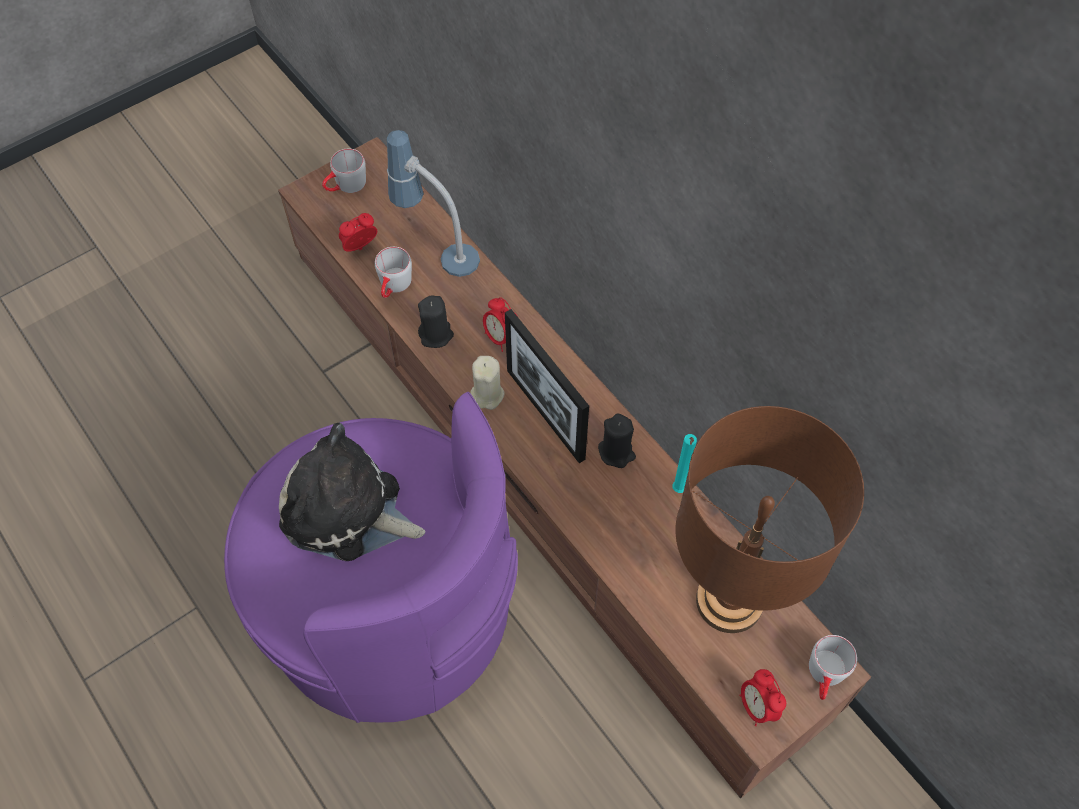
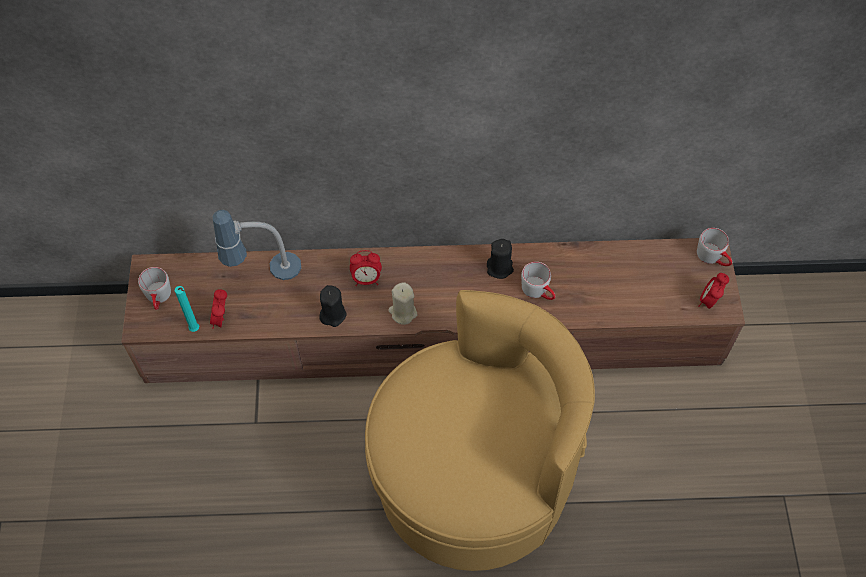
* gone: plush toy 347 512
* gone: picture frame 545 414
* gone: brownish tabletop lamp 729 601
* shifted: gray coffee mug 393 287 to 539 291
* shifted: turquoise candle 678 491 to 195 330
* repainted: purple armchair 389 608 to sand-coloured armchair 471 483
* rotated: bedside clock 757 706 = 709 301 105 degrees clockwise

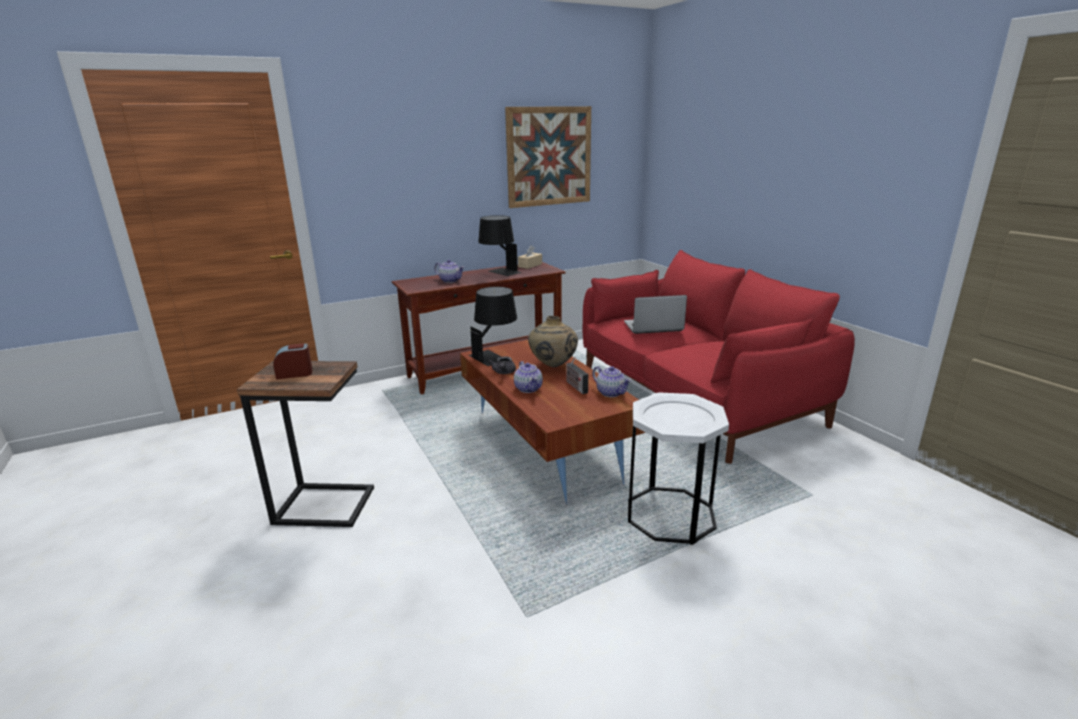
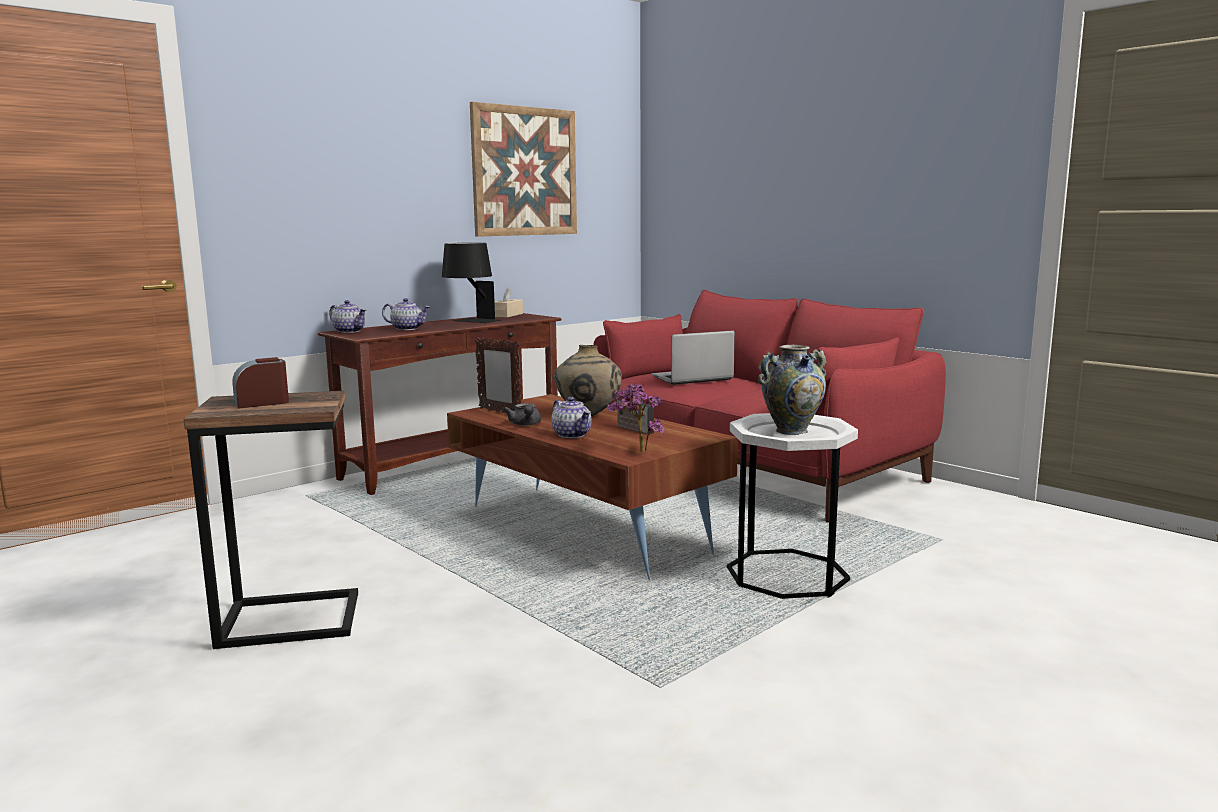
* new: houseplant 637 451
* new: decorative vase 791 431
* shifted: tea pot 611 393 to 350 331
* swapped: black-coloured tabletop lamp 495 355 to picture frame 499 412

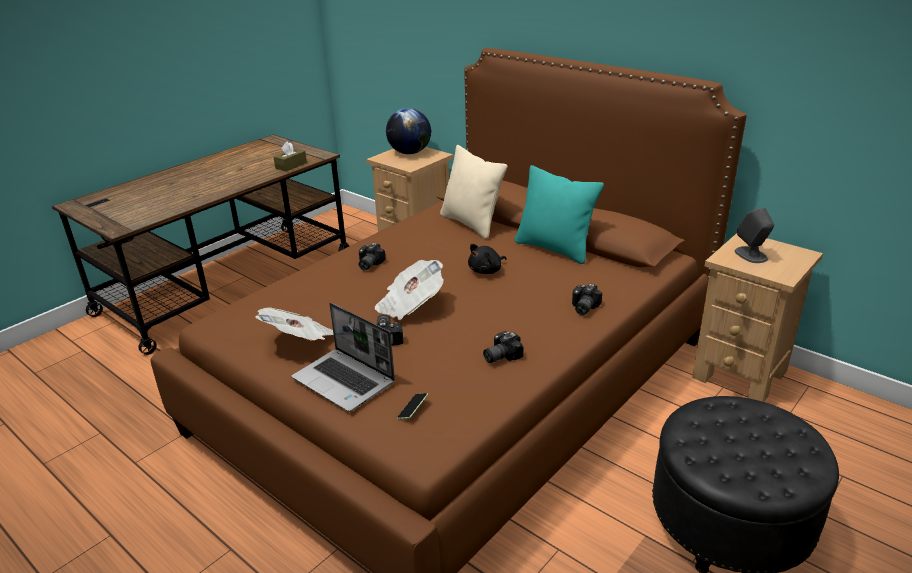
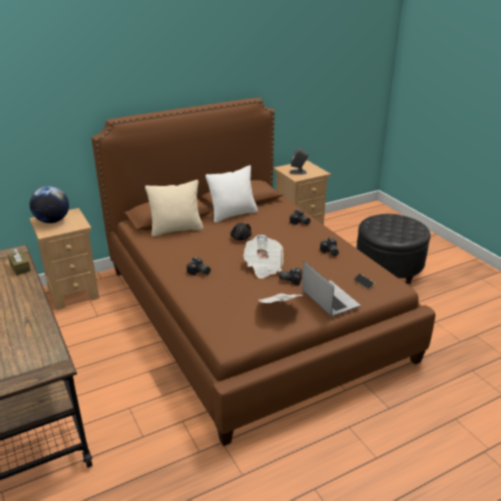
* repainted: turquoise cushion 554 248 to whitish cushion 233 214
* rotated: portable computer 345 381 = 329 299 90 degrees counterclockwise

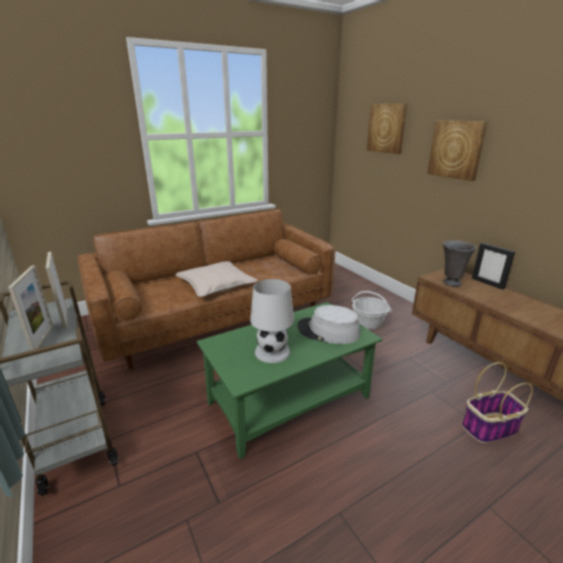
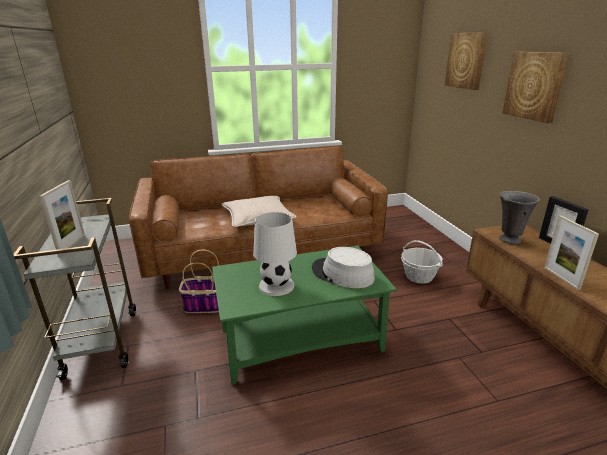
* shifted: picture frame 65 318 to 561 278
* shifted: basket 489 428 to 204 306

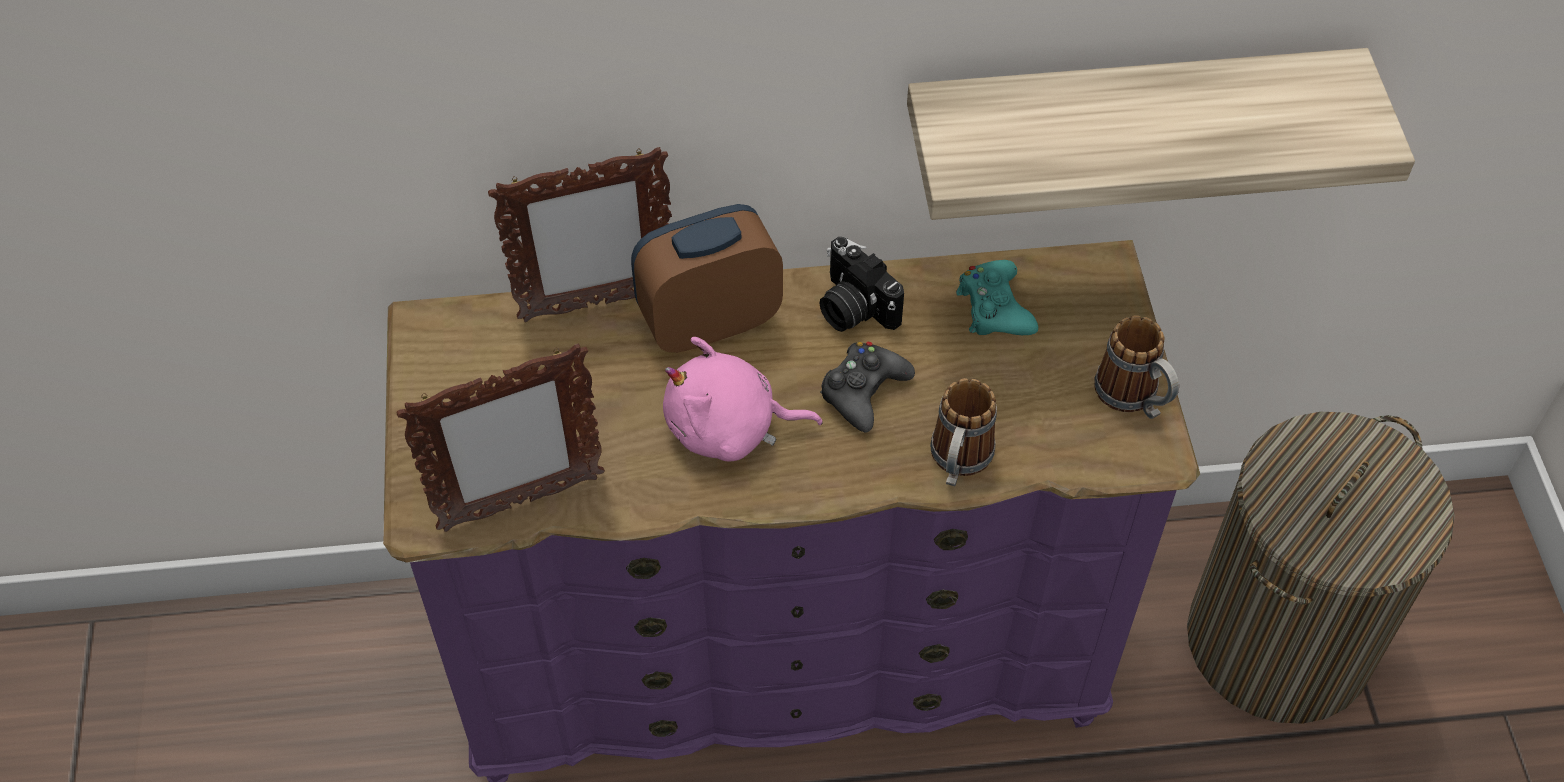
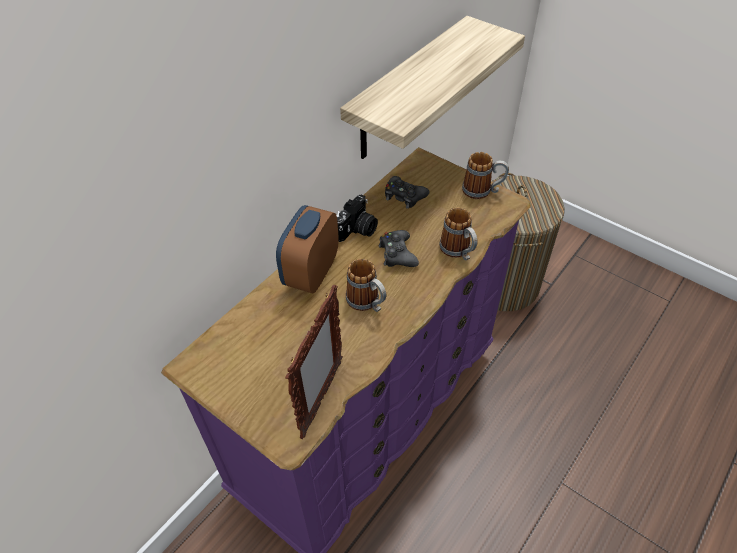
* gone: picture frame 596 304
* swapped: pink plush toy 729 429 to coffee mug 367 303
* repainted: turquoise joypad 994 308 to black-coloured joypad 404 196
* rotated: photo camera 852 308 = 357 230 60 degrees counterclockwise

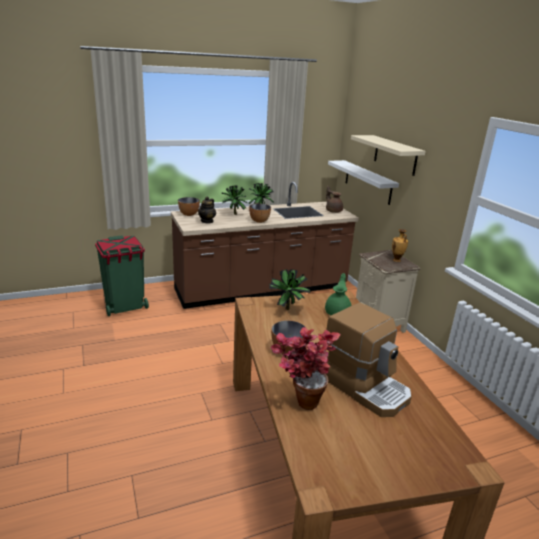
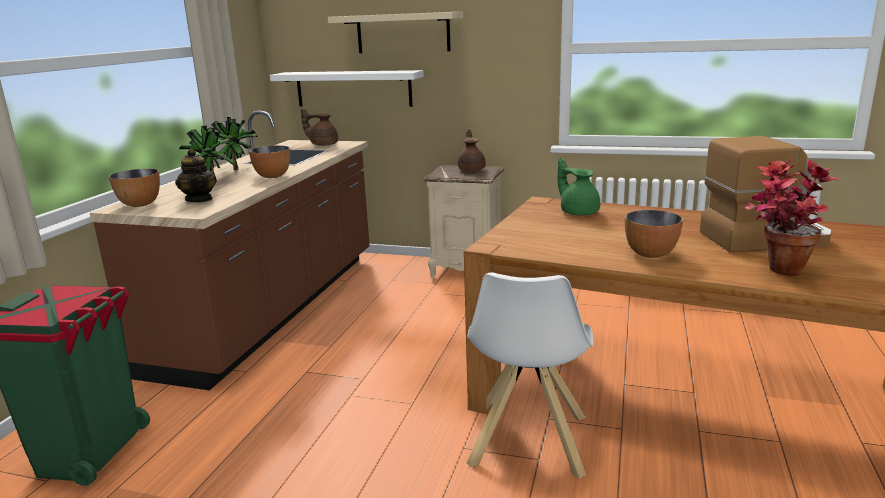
* gone: houseplant 289 310
* new: whitish chair 527 442
* swapped: decorative vase 396 260 to brownish tea pot 472 169

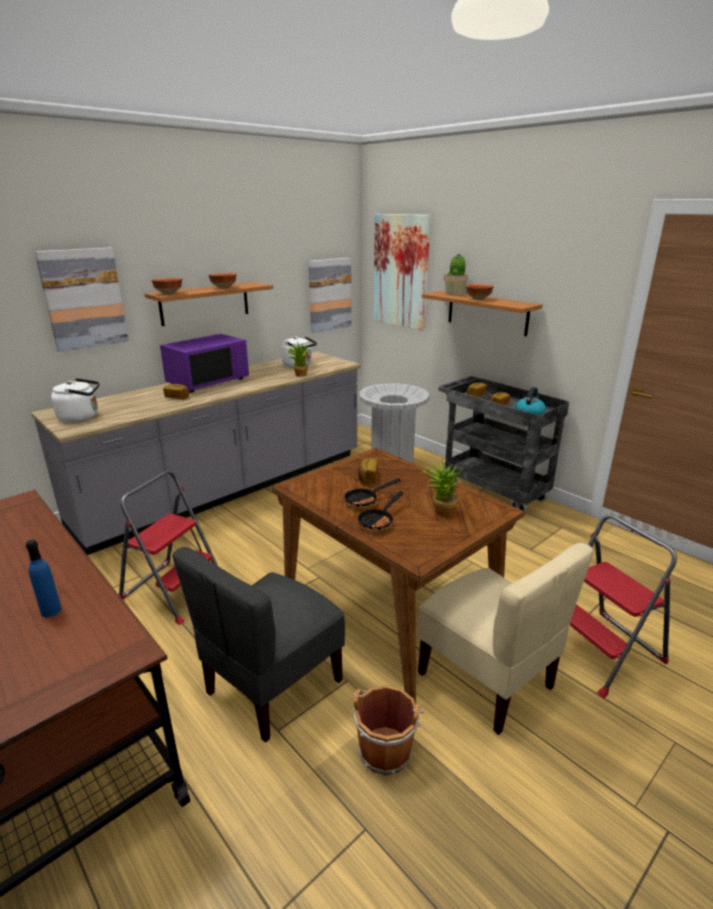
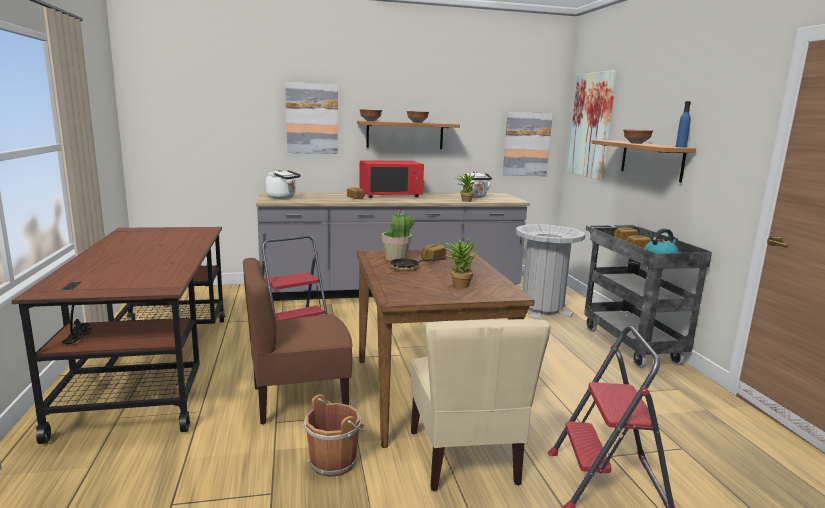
* gone: frying pan 379 522
* shifted: blue beverage bottle 51 610 to 680 147
* shifted: houseplant 454 294 to 396 258
* repainted: purple microwave oven 208 382 to red microwave oven 390 195
* repainted: gray chair 272 686 to brownish chair 298 399

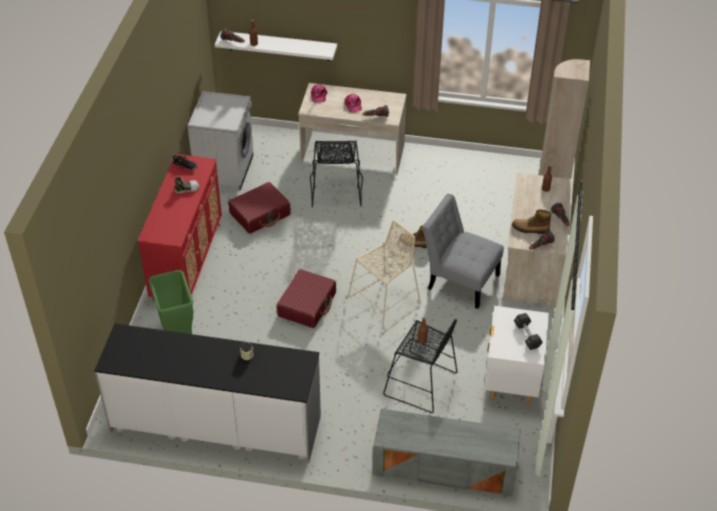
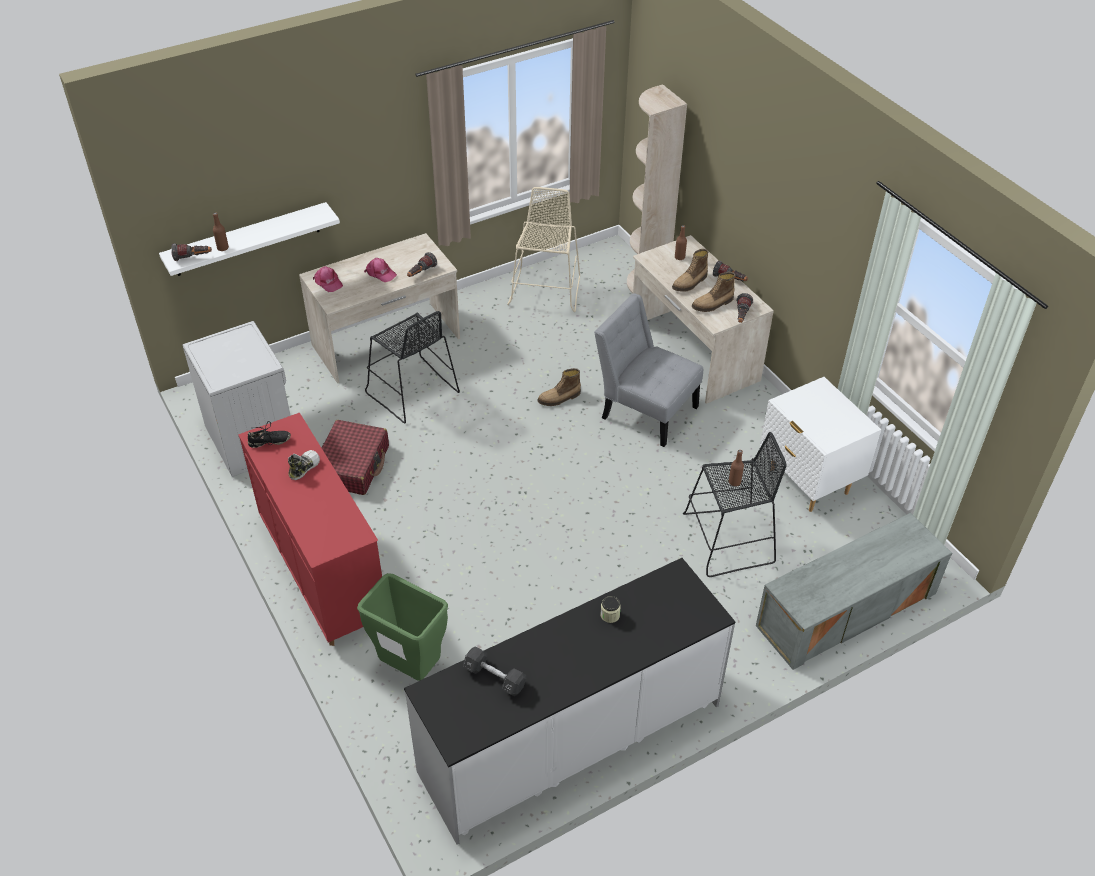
* gone: red suitcase 307 304
* new: tall boot 690 283
* shifted: sand-coloured stool 383 303 to 545 292
* shifted: black-coloured hand weight 527 336 to 494 677
* rotated: gray chair 460 280 = 645 410 45 degrees clockwise

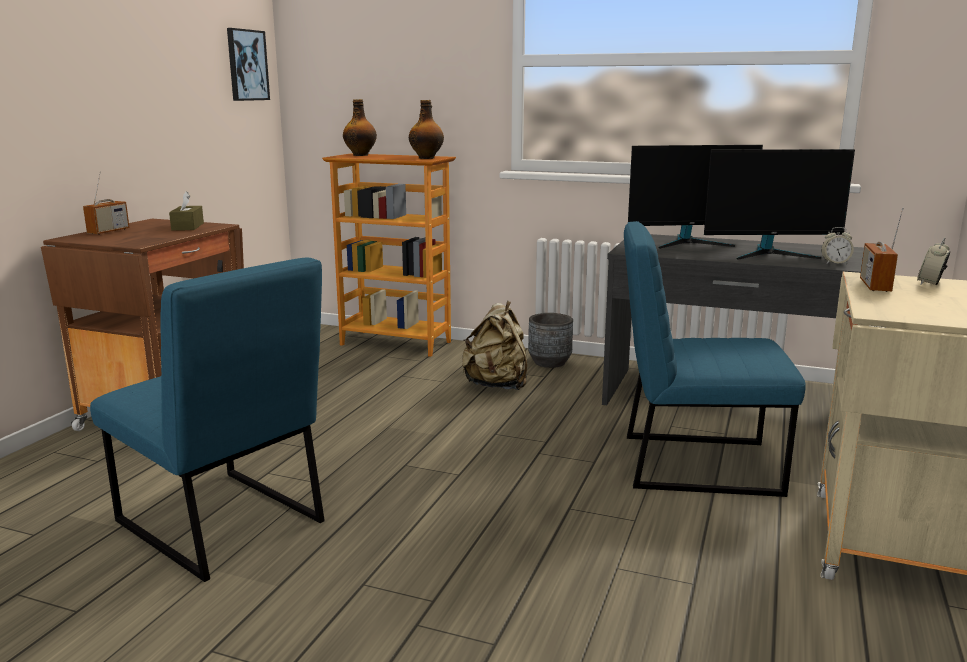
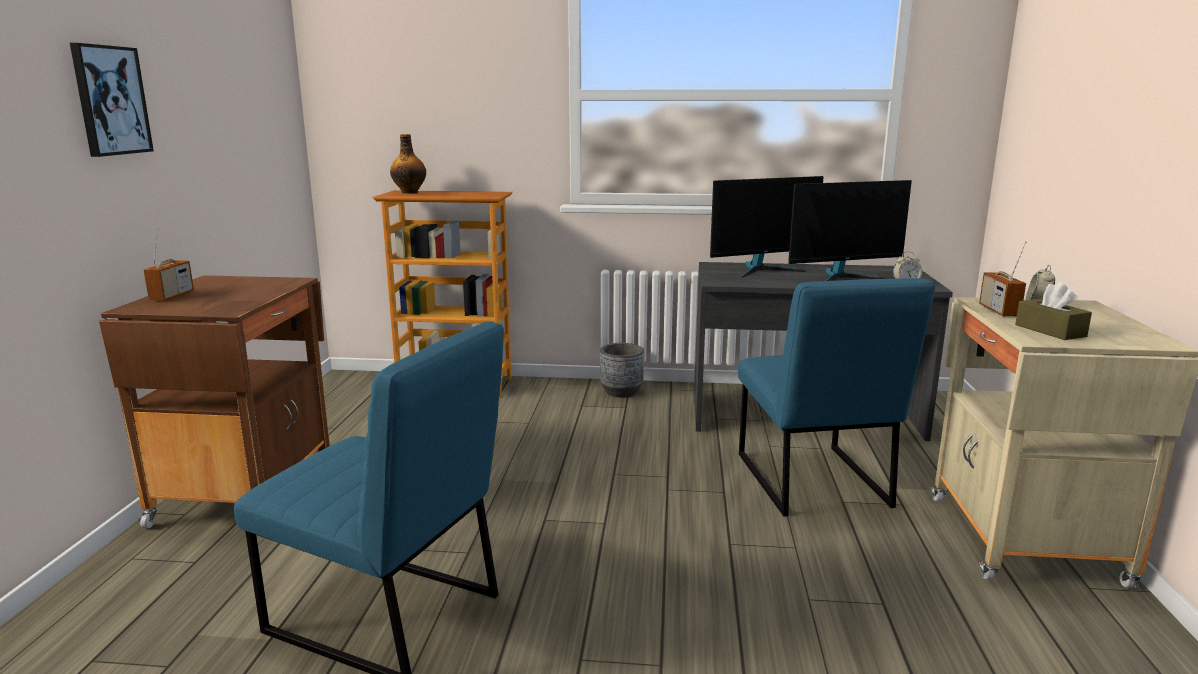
* gone: beverage bottle 427 158
* gone: sand-coloured knapsack 497 385
* shifted: brownish tissue box 188 226 to 1050 330
* shifted: picture 247 65 to 110 100
* rotated: blue chair 694 463 = 812 482 90 degrees counterclockwise

